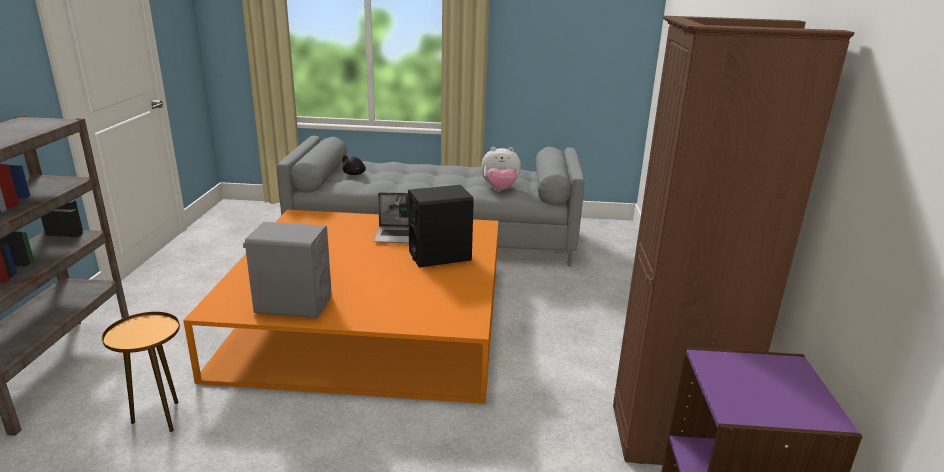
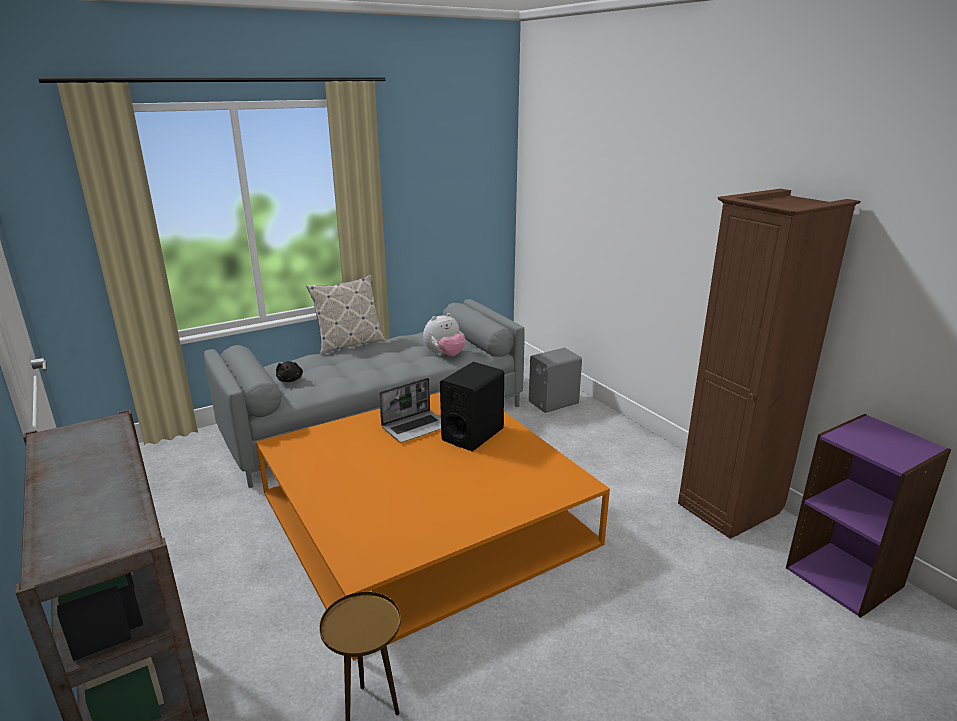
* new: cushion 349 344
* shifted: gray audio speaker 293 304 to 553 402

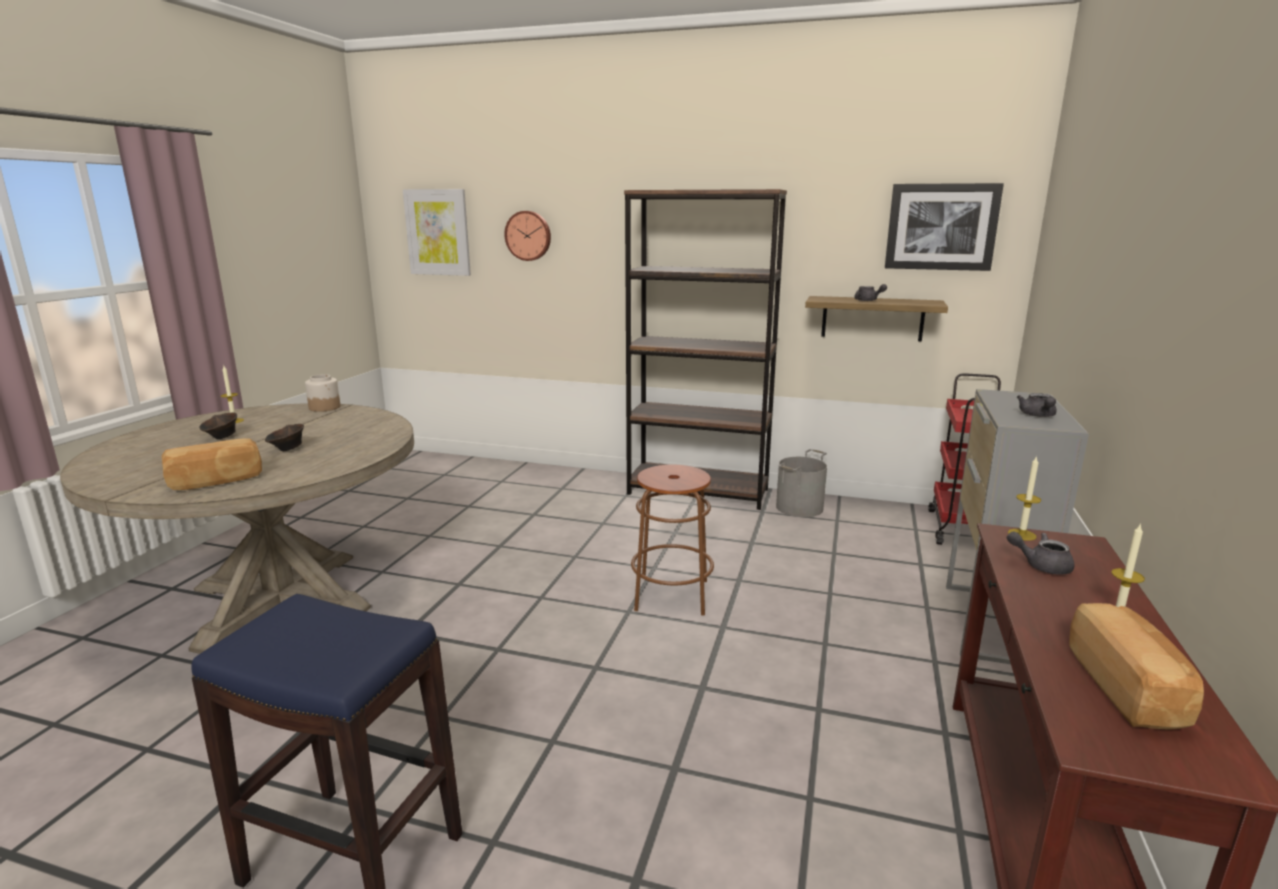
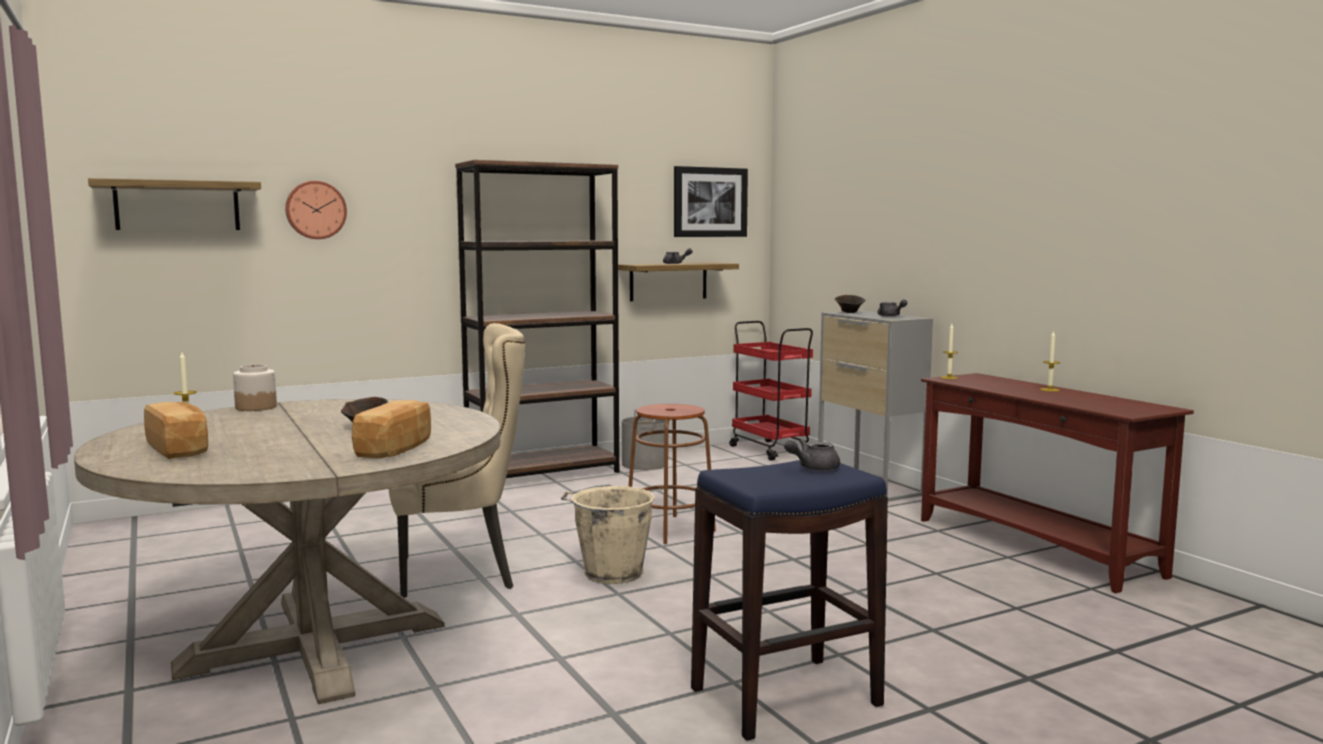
* new: sand-coloured chair 460 571
* new: sand-coloured bucket 610 573
* shifted: brownish deep dish 222 437 to 850 312
* shifted: gray tea pot 1041 565 to 813 468
* shifted: bread 1127 688 to 179 449
* swapped: picture 438 232 to shelf 177 206

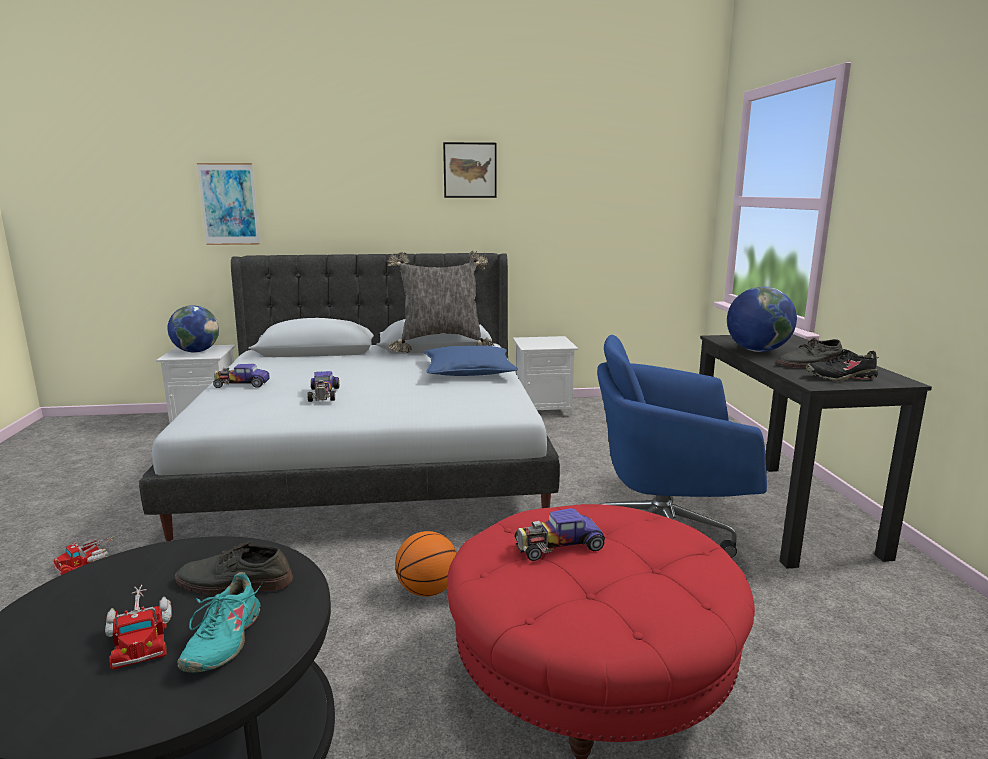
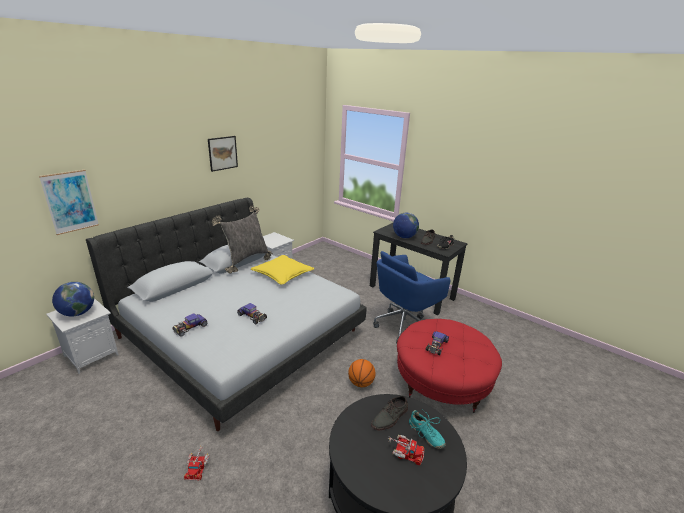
* repainted: blue cushion 468 370 to yellow cushion 282 273

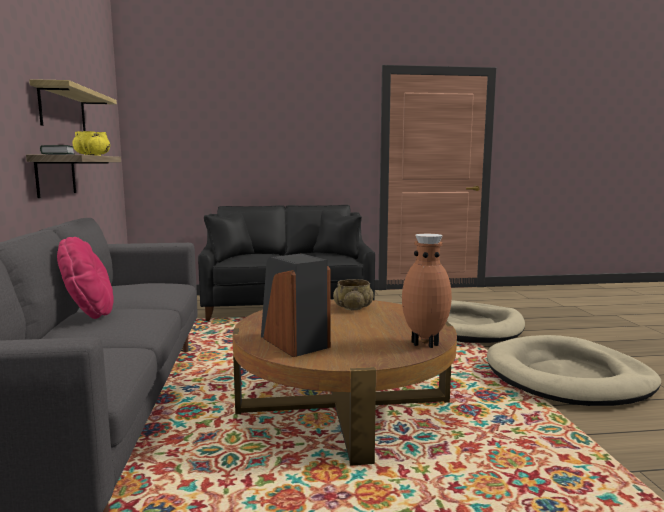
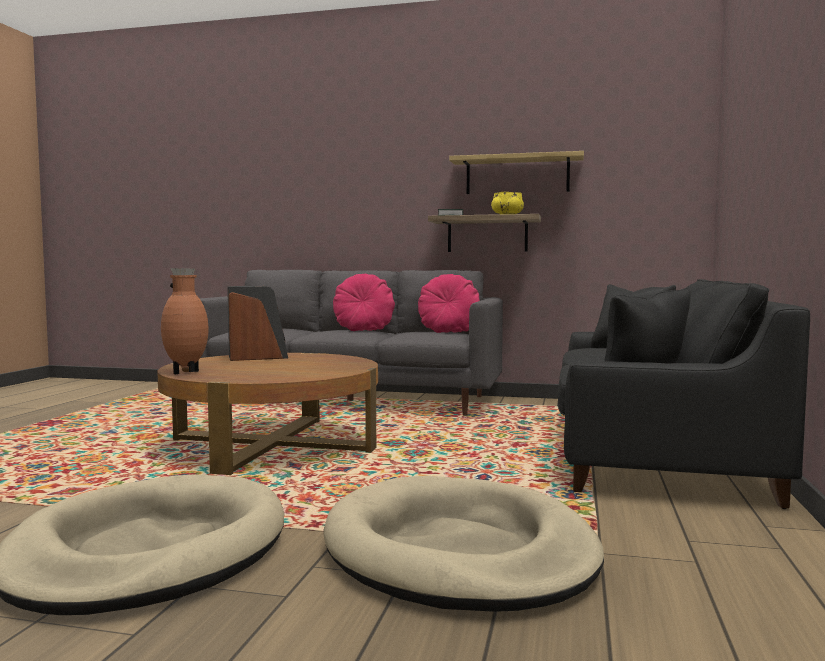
* gone: sand-coloured deep dish 353 308
* new: pink cushion 449 332

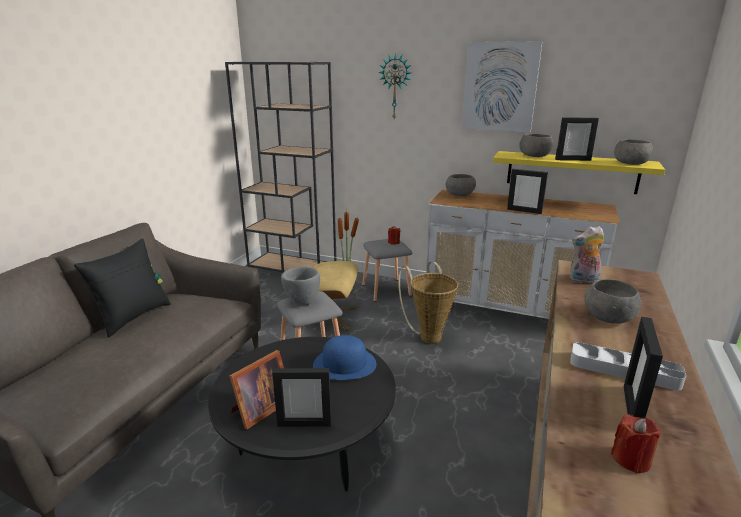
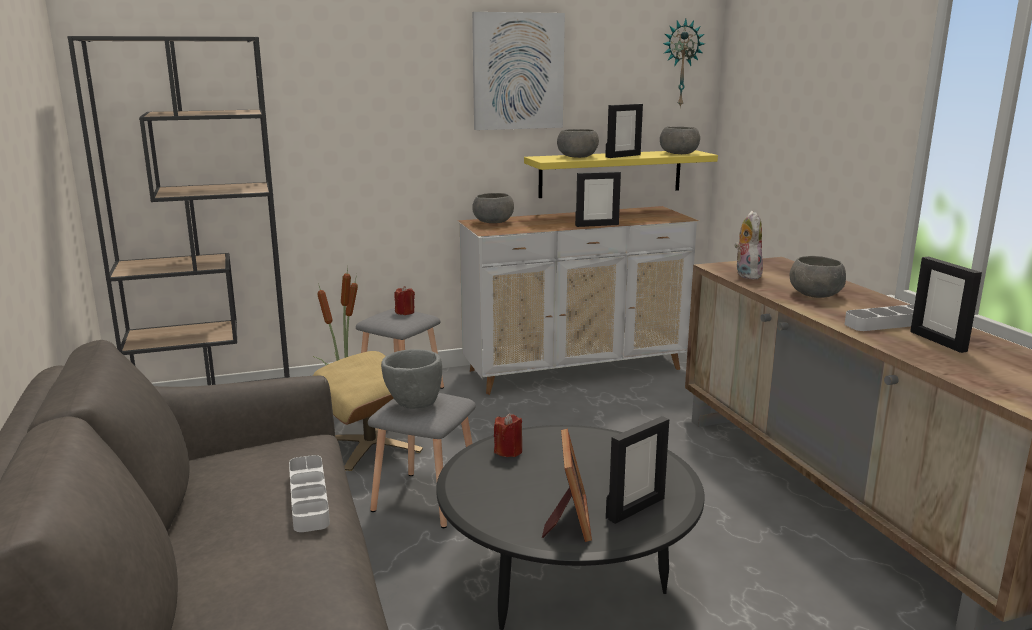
* gone: black-coloured cushion 133 318
* gone: blue clothing hat 345 364
* gone: basket 428 335
* new: gray tray 309 498
* shifted: wall clock 395 87 to 681 63
* shifted: red candle 631 459 to 508 451
* rotated: plush toy 583 280 = 746 275 135 degrees clockwise

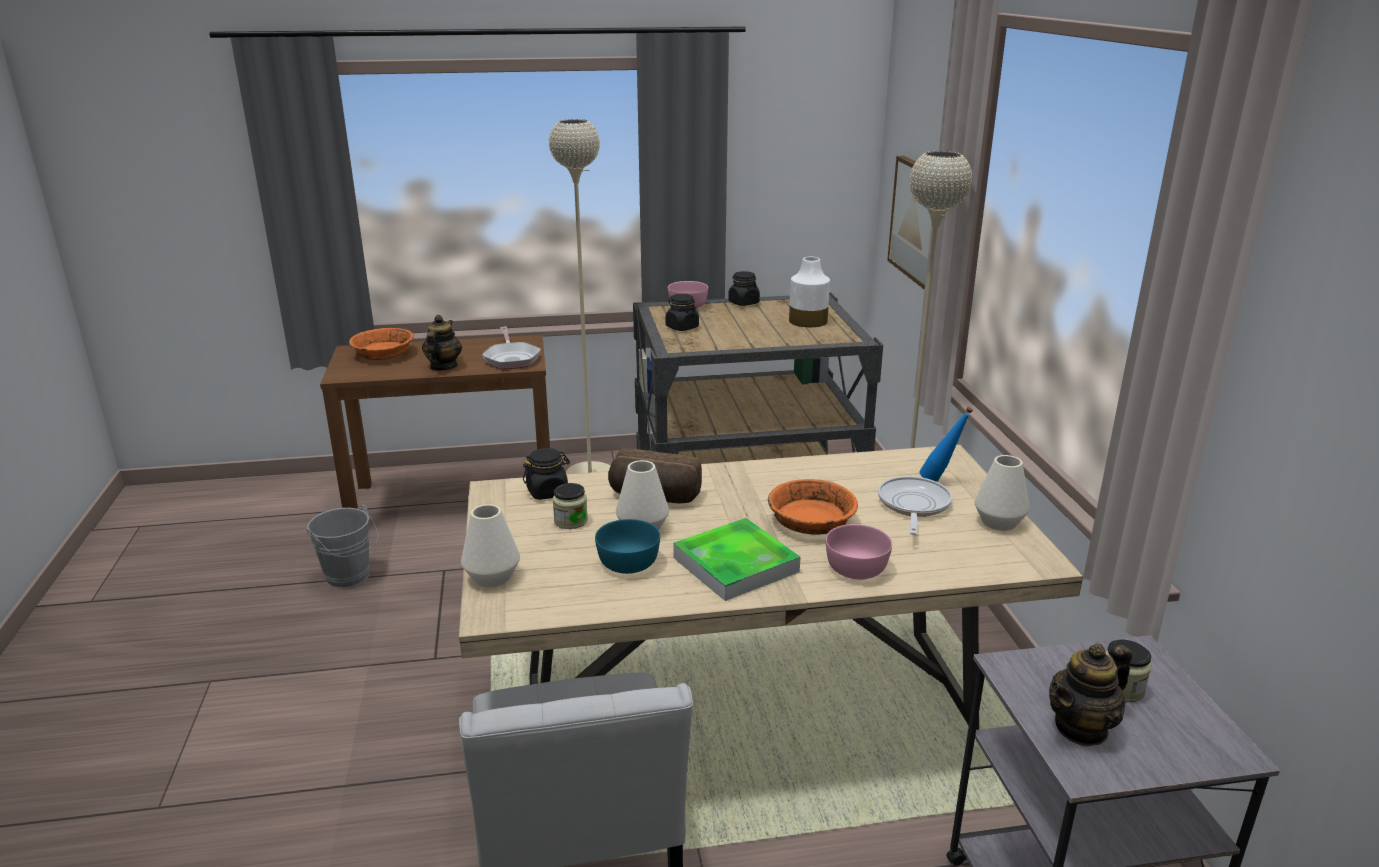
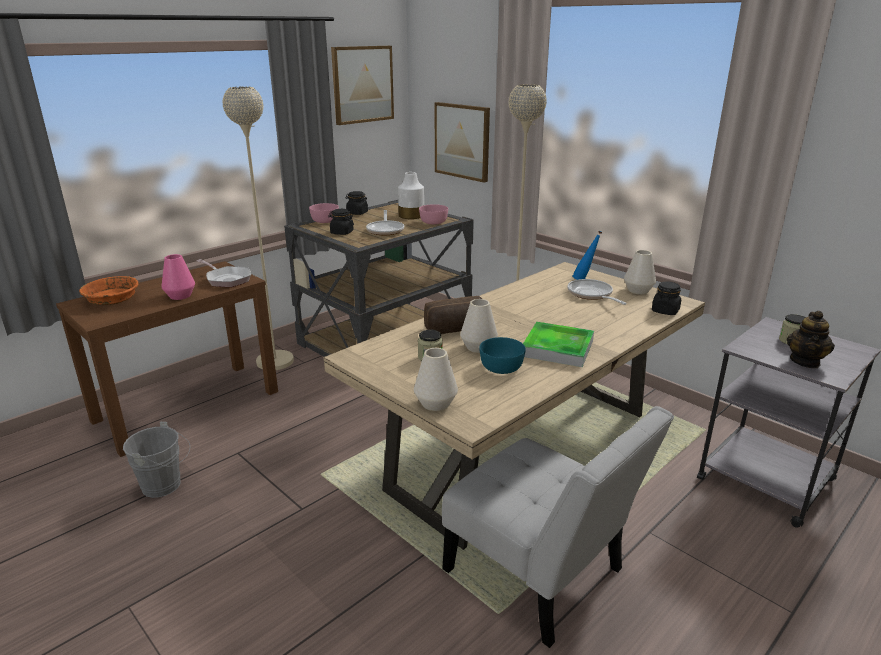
* gone: orange deep dish 810 521
* new: picture 362 84
* new: frying pan 385 230
* shifted: black-coloured storage jar 547 492 to 665 311
* shifted: pink deep dish 857 569 to 434 222
* swapped: tea pot 443 366 to pink decorative vase 180 296

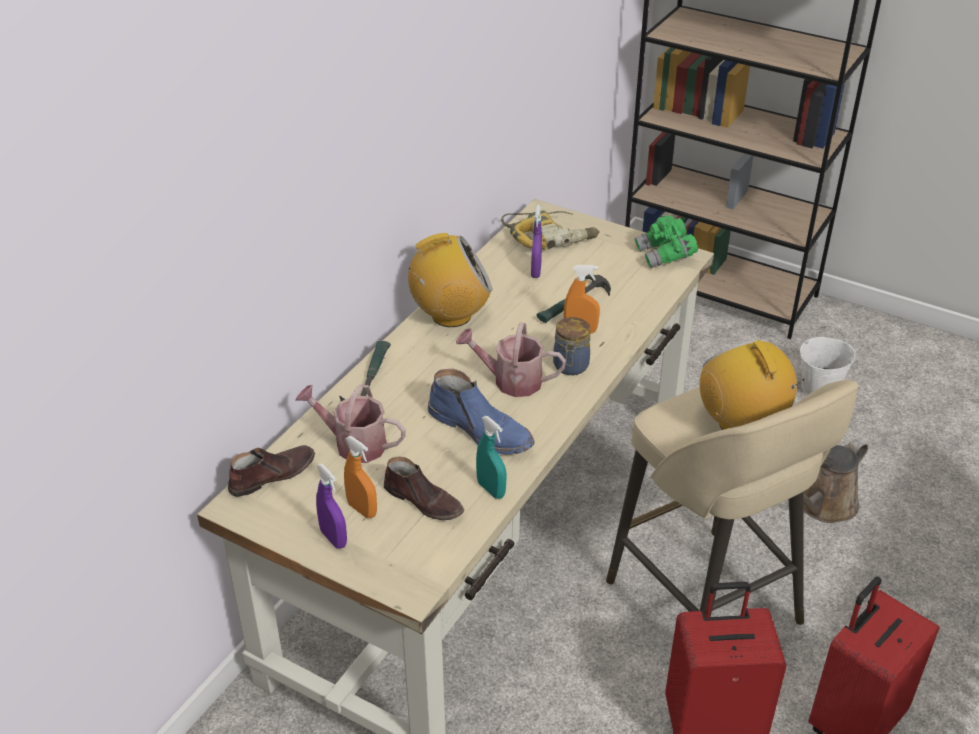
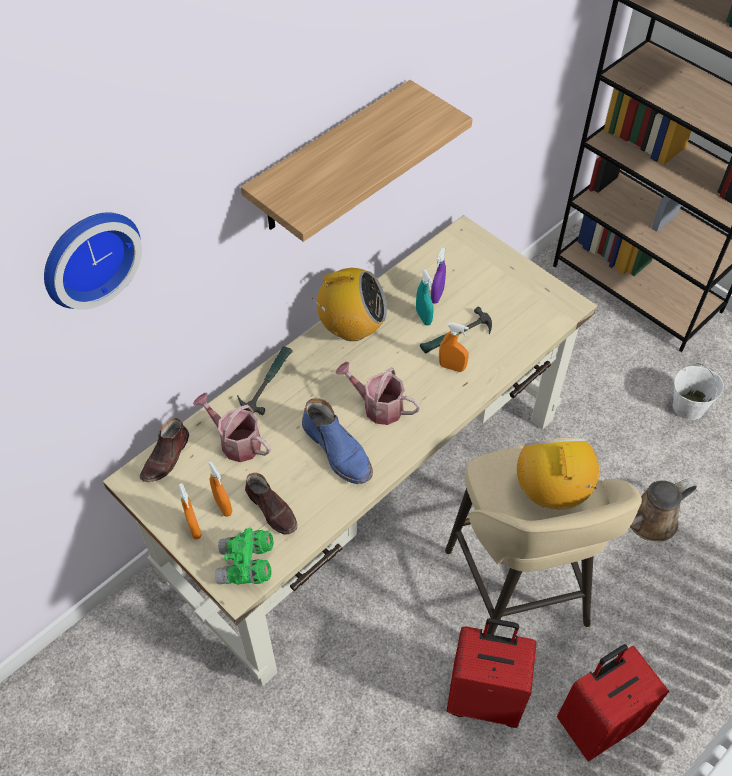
* gone: drill 550 236
* gone: storage jar 570 367
* new: wall clock 87 256
* new: shelf 330 159
* shifted: turquoise spray bottle 491 489 to 423 317
* shifted: greenish pair of binoculars 665 255 to 246 565
* repainted: purple spray bottle 333 538 to orange spray bottle 194 528
* rotated: brownish low shoe 272 475 = 166 457 135 degrees clockwise

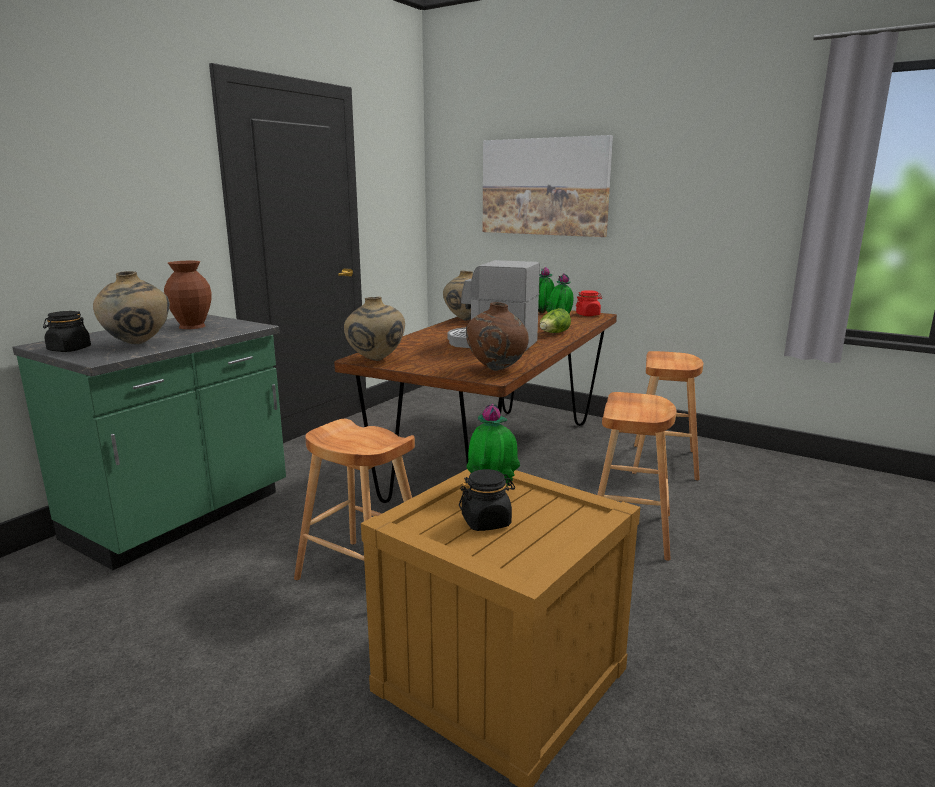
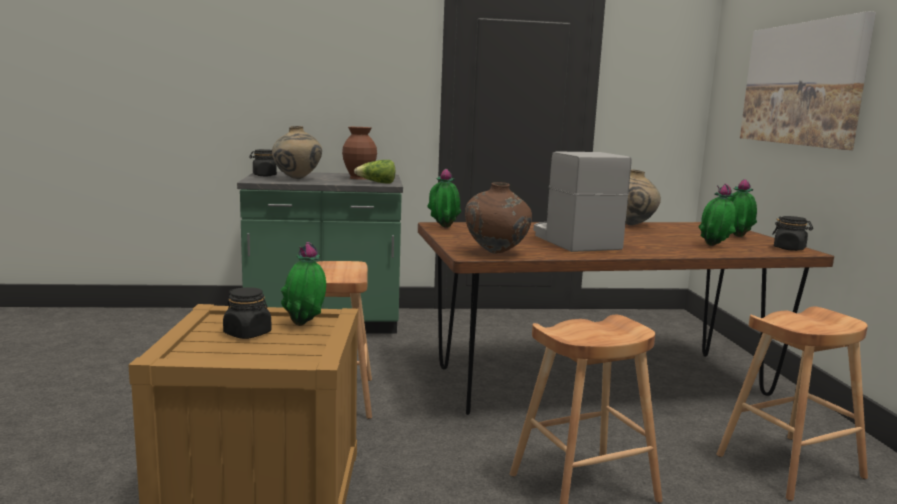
* shifted: lettuce 553 334 to 377 183
* swapped: sand-coloured decorative vase 375 360 to houseplant 443 228
* repainted: red storage jar 588 315 to black-coloured storage jar 789 248

